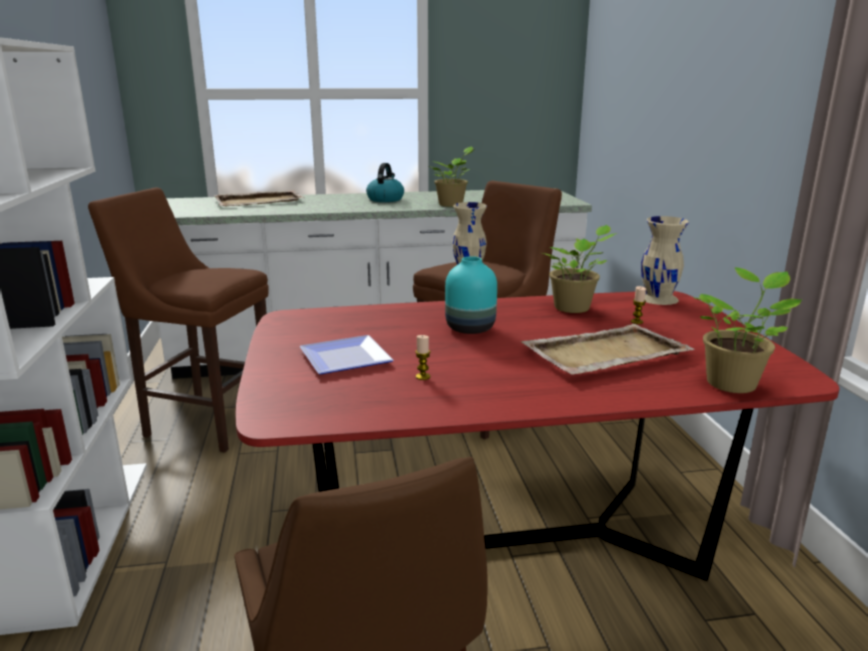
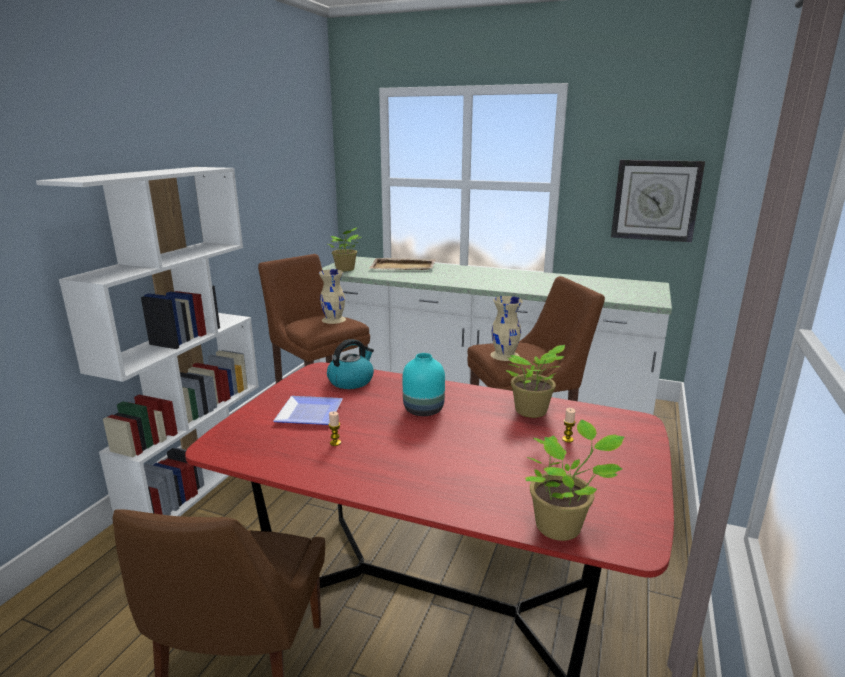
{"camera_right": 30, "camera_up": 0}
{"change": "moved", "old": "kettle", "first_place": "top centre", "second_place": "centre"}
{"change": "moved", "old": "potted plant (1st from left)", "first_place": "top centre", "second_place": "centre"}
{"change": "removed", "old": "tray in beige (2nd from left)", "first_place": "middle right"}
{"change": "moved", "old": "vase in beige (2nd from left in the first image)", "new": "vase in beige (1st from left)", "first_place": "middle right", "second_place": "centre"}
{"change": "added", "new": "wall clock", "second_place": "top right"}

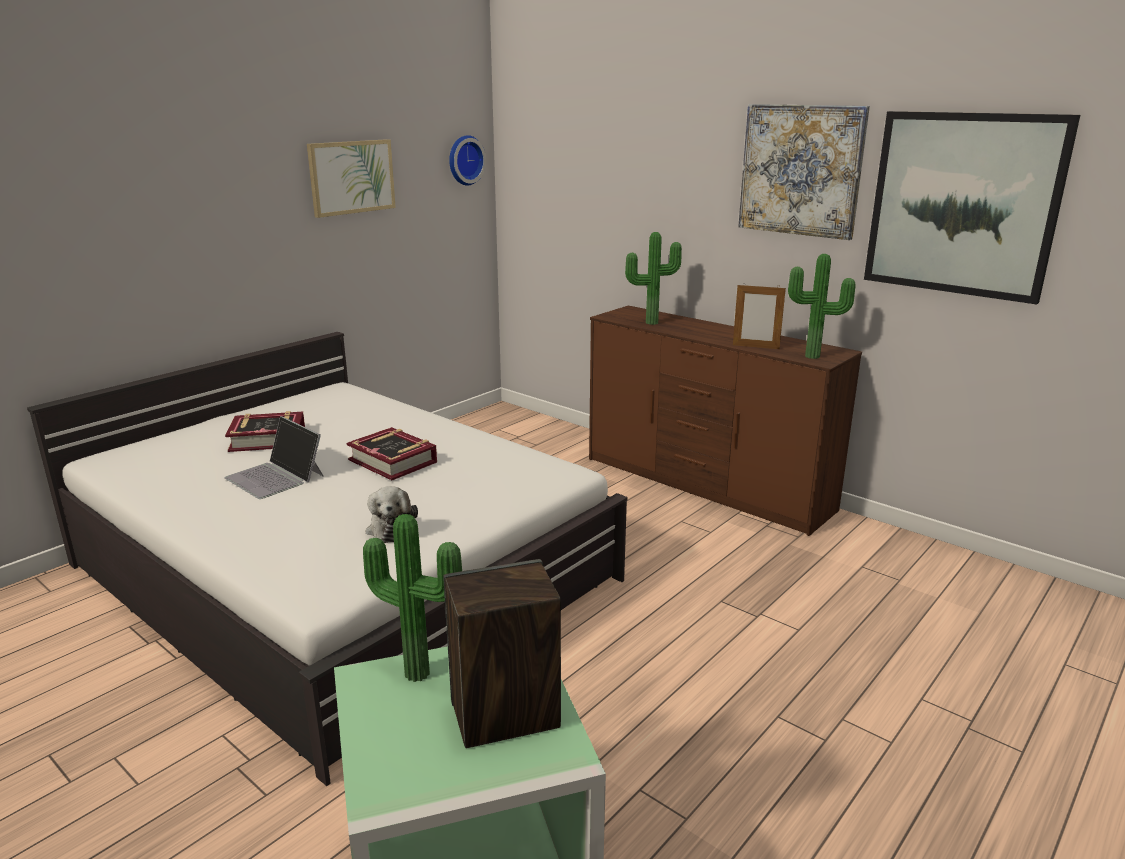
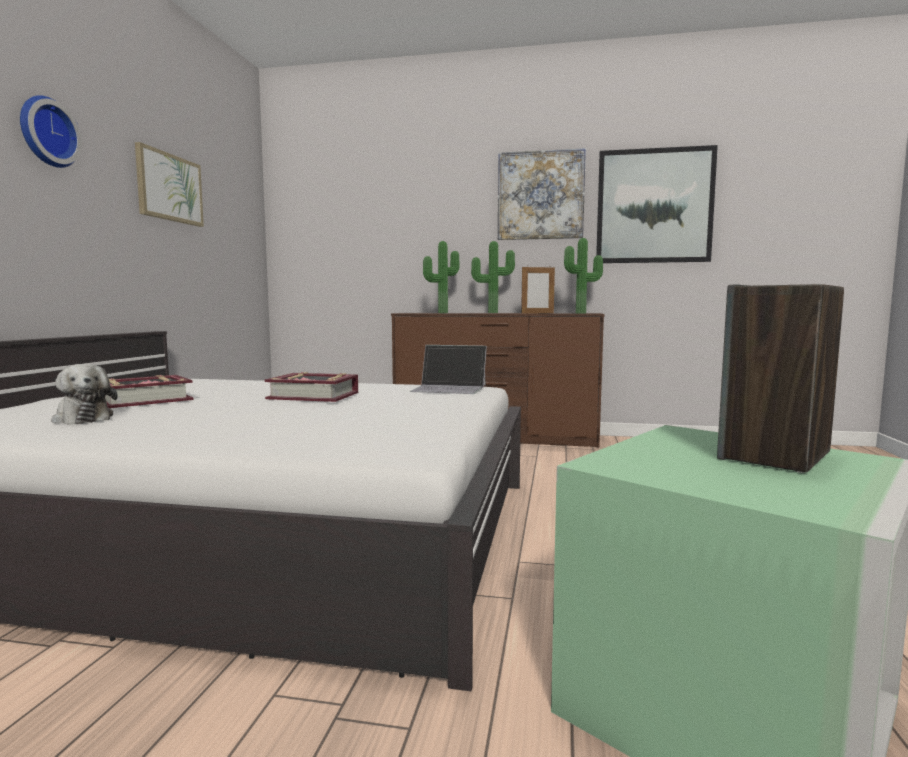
{"camera_right": -30, "camera_up": -15}
{"change": "moved", "old": "laptop", "first_place": "middle left", "second_place": "centre"}
{"change": "moved", "old": "potted plant (1st from left in the first image)", "new": "potted plant (2nd from left)", "first_place": "bottom centre", "second_place": "centre"}
{"change": "moved", "old": "plush toy", "first_place": "centre", "second_place": "middle left"}
{"change": "moved", "old": "wall clock", "first_place": "top centre", "second_place": "top left"}

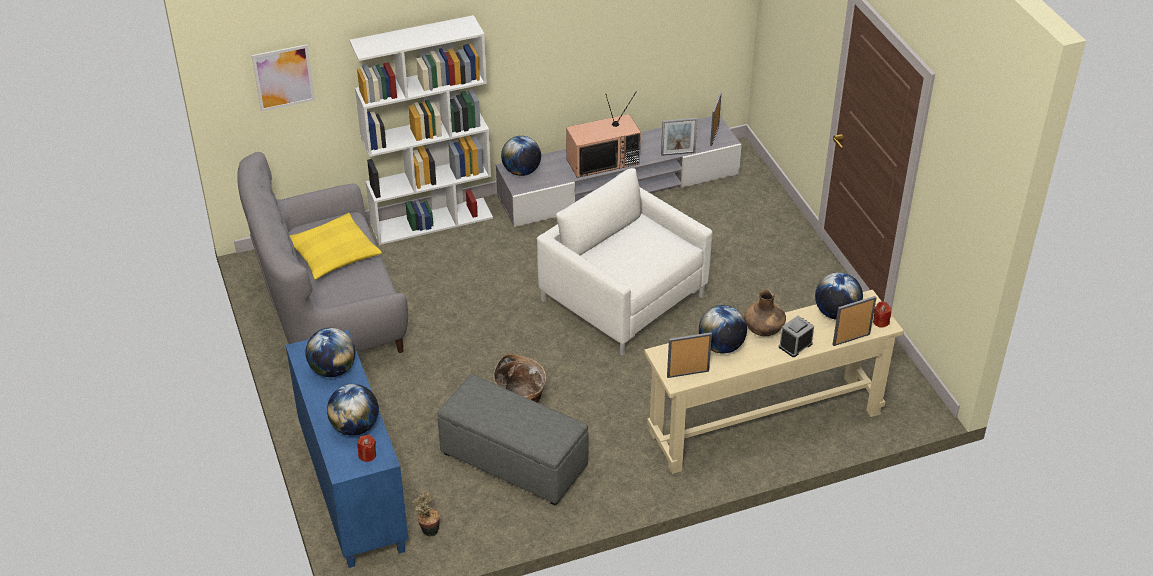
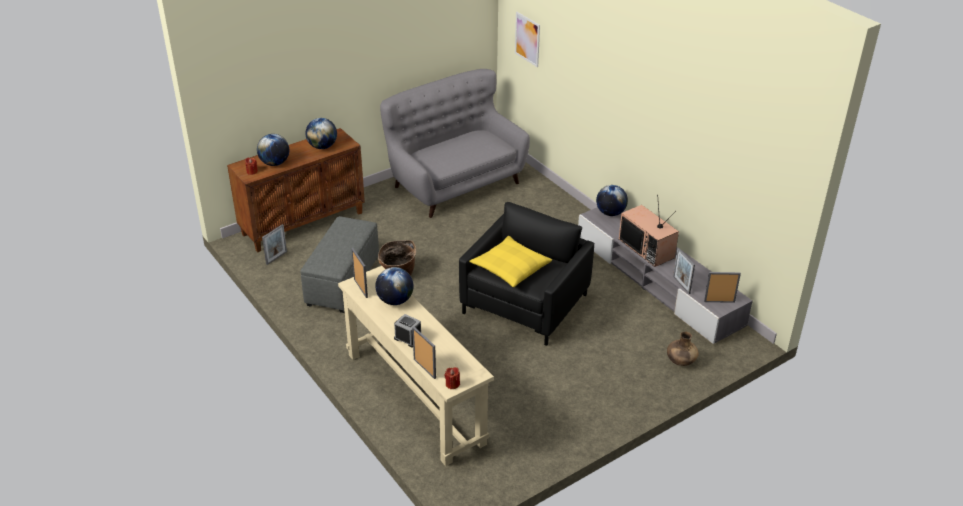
{"camera_right": 75, "camera_up": -5}
{"change": "recoloured", "old": "cabinet in blue", "new": "cabinet in brown", "first_place": "bottom left", "second_place": "middle left"}
{"change": "moved", "old": "pillow in yellow", "first_place": "middle left", "second_place": "centre"}
{"change": "removed", "old": "bookcase in white", "first_place": "top centre"}
{"change": "replaced", "old": "potted plant", "new": "picture frame (1st from left)", "first_place": "bottom centre", "second_place": "middle left"}
{"change": "recoloured", "old": "armchair in white", "new": "armchair in black", "first_place": "centre", "second_place": "centre"}
{"change": "moved", "old": "vase in brown", "first_place": "centre", "second_place": "bottom right"}
{"change": "removed", "old": "globe (5th from left)", "first_place": "middle right"}

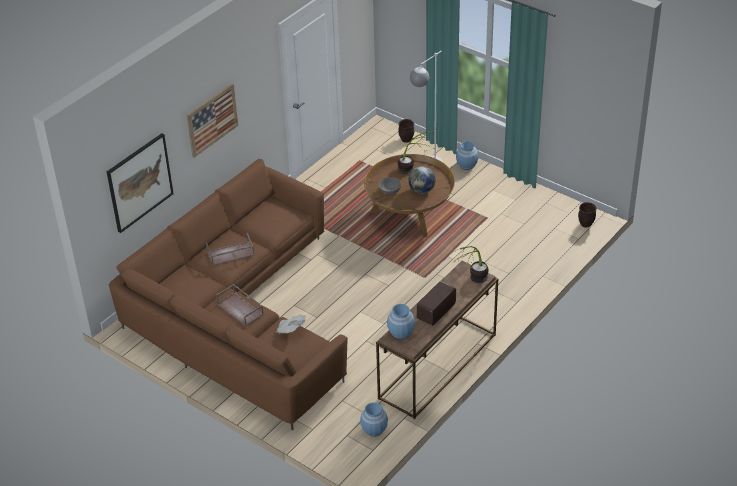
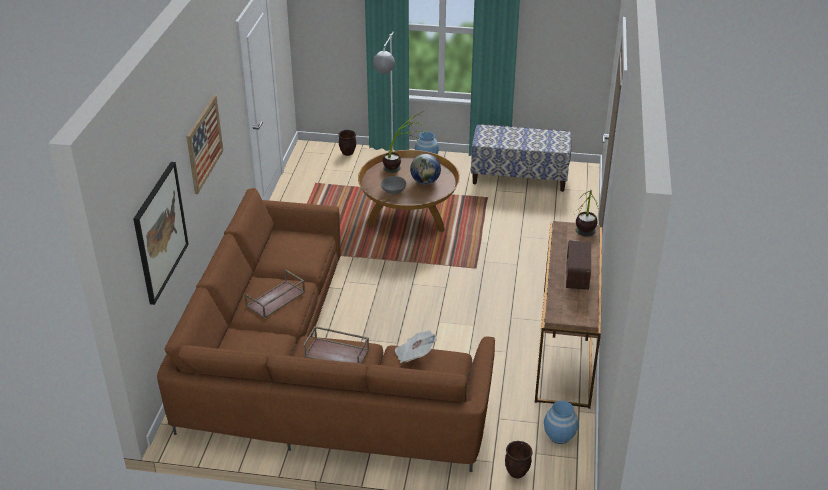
{"camera_right": -30, "camera_up": -5}
{"change": "removed", "old": "vase in blue (2nd from left)", "first_place": "centre"}
{"change": "moved", "old": "planter in brown (2nd from left)", "first_place": "middle right", "second_place": "bottom centre"}
{"change": "added", "new": "bench", "second_place": "top centre"}

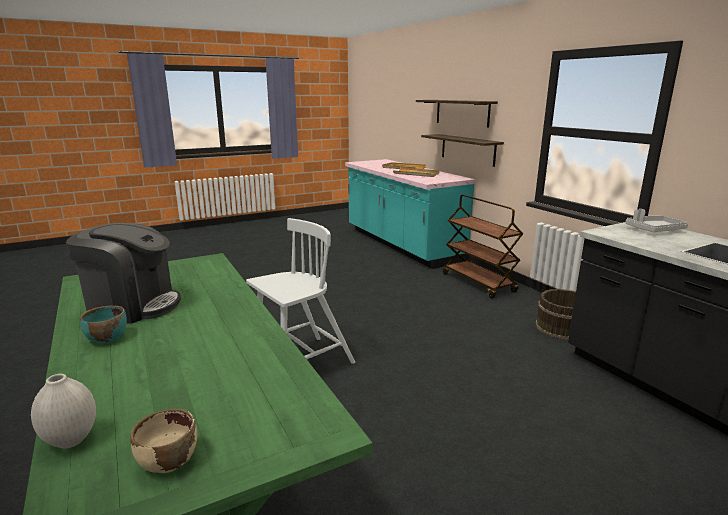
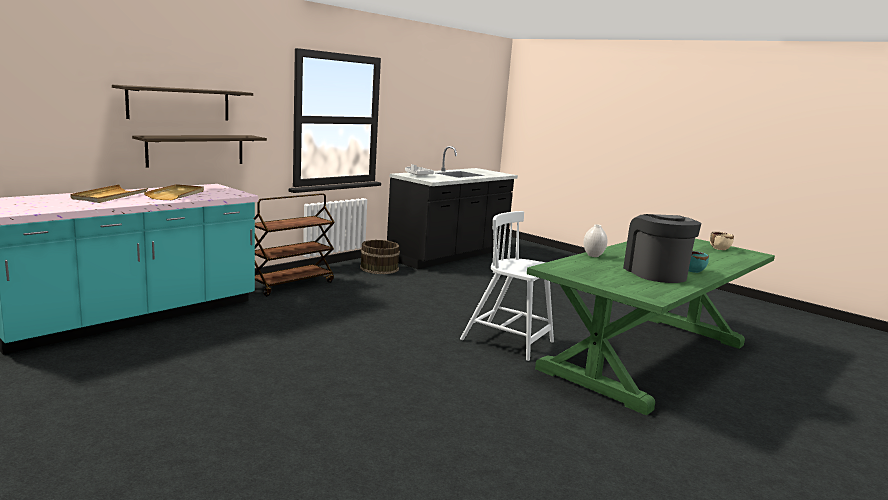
{"camera_right": -110, "camera_up": -5}
{"change": "moved", "old": "vase in white", "first_place": "bottom left", "second_place": "middle right"}

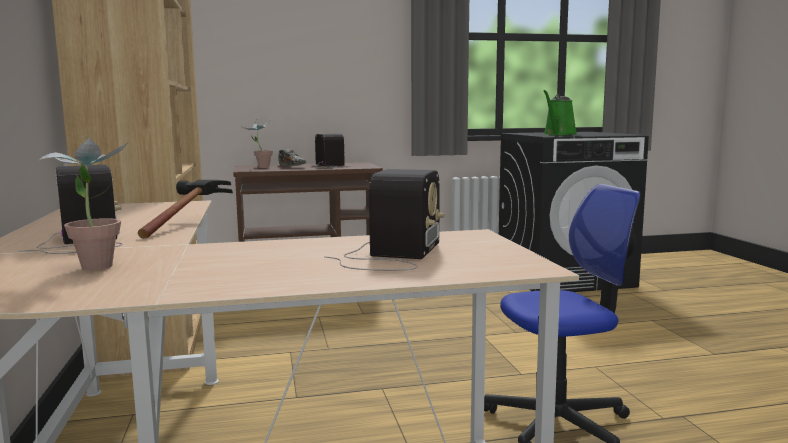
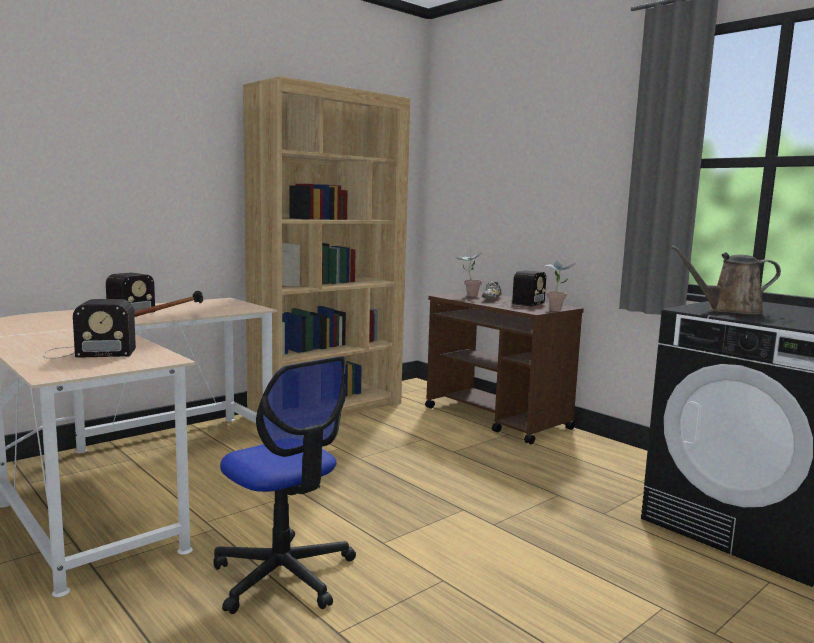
{"camera_right": 60, "camera_up": 0}
{"change": "moved", "old": "potted plant (1st from left in the first image)", "new": "potted plant (2nd from left)", "first_place": "middle left", "second_place": "middle right"}
{"change": "recoloured", "old": "watering can in green", "new": "watering can in brown", "first_place": "top right", "second_place": "middle right"}

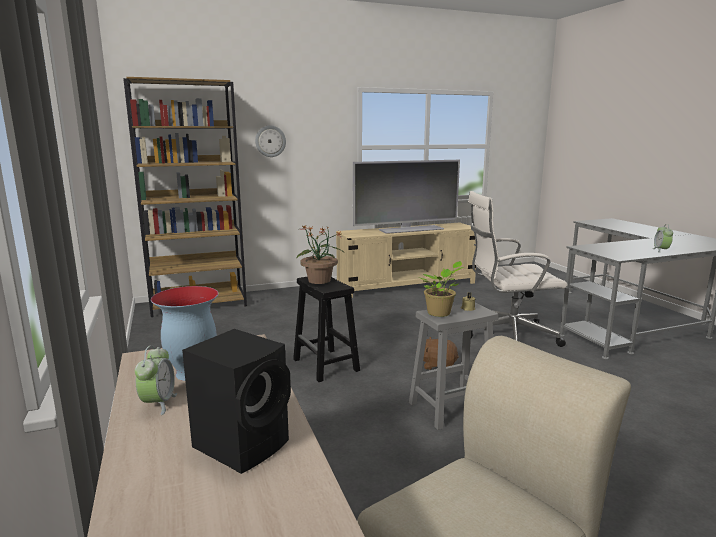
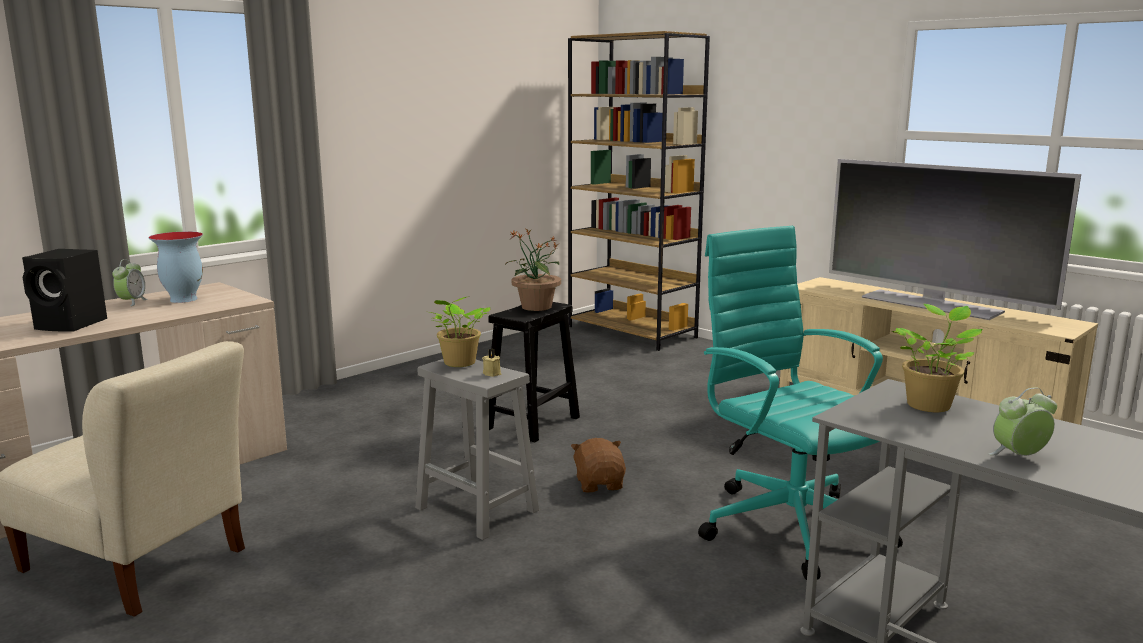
{"camera_right": 65, "camera_up": 0}
{"change": "turned", "old": "alarm clock (1st from left)", "first_place": "bottom left", "second_place": "middle left", "degrees": -60}
{"change": "removed", "old": "wall clock", "first_place": "top centre"}
{"change": "recoloured", "old": "office chair in white", "new": "office chair in turquoise", "first_place": "middle right", "second_place": "middle right"}
{"change": "added", "new": "potted plant (3rd from left)", "second_place": "middle right"}

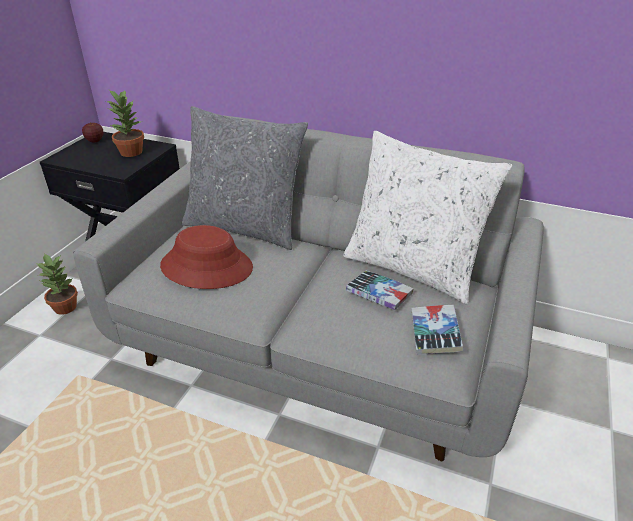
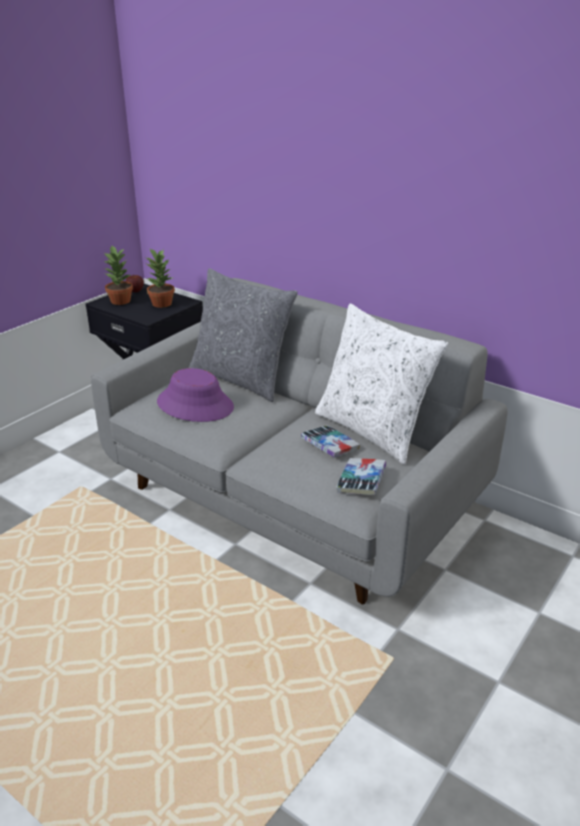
{"camera_right": 15, "camera_up": -5}
{"change": "moved", "old": "potted plant (1st from left)", "first_place": "middle left", "second_place": "top left"}
{"change": "recoloured", "old": "hat in red", "new": "hat in purple", "first_place": "middle left", "second_place": "centre"}

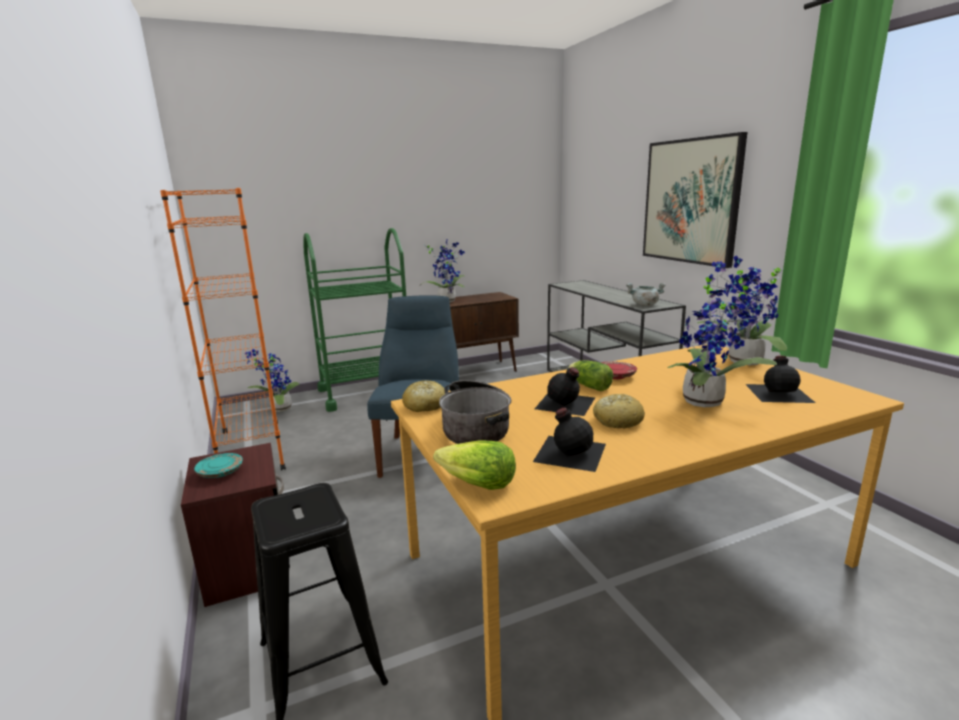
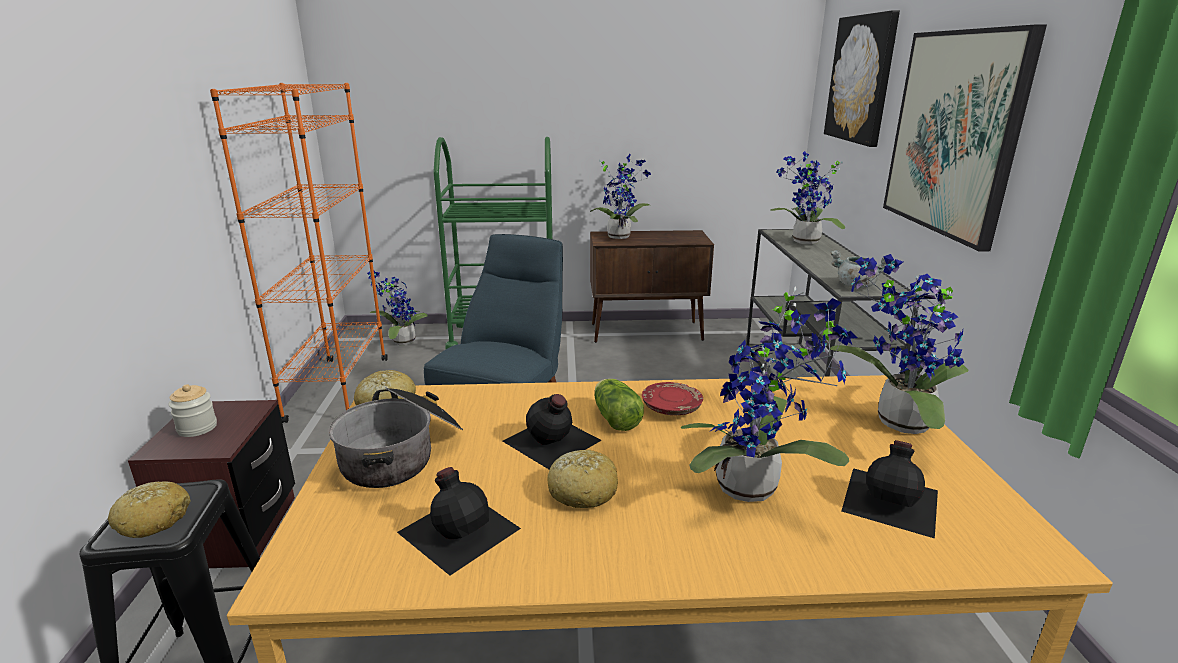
{"camera_right": 20, "camera_up": 5}
{"change": "replaced", "old": "plate in turquoise", "new": "jar", "first_place": "middle left", "second_place": "middle left"}
{"change": "removed", "old": "lettuce (1st from left)", "first_place": "centre"}
{"change": "added", "new": "bread (1st from left)", "second_place": "bottom left"}
{"change": "added", "new": "potted plant (4th from left)", "second_place": "top right"}
{"change": "added", "new": "picture (1st from left)", "second_place": "top right"}

